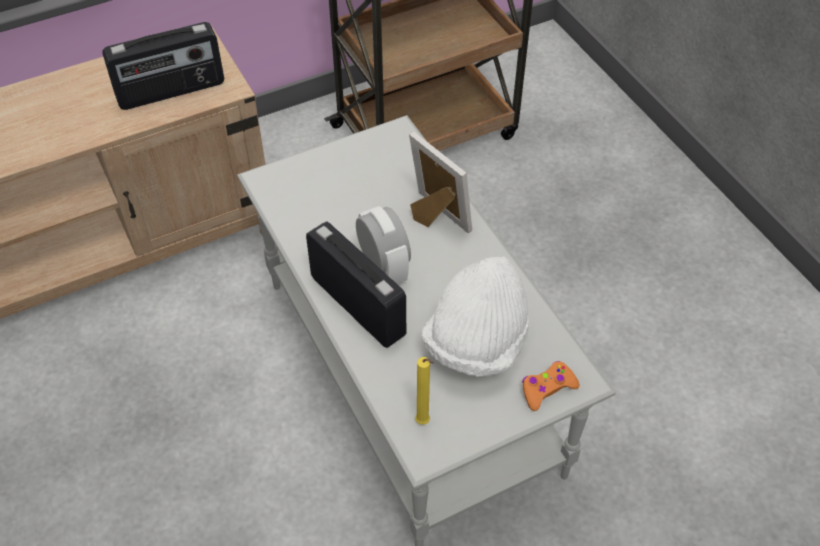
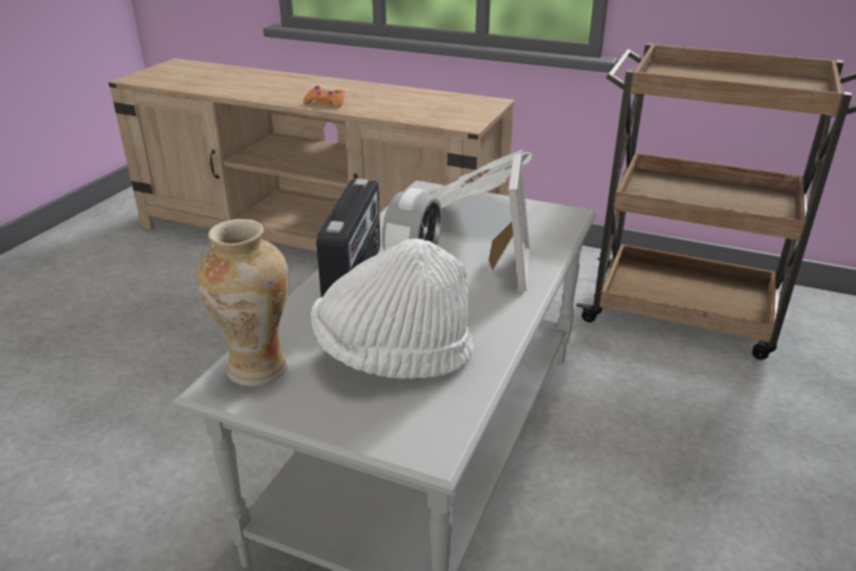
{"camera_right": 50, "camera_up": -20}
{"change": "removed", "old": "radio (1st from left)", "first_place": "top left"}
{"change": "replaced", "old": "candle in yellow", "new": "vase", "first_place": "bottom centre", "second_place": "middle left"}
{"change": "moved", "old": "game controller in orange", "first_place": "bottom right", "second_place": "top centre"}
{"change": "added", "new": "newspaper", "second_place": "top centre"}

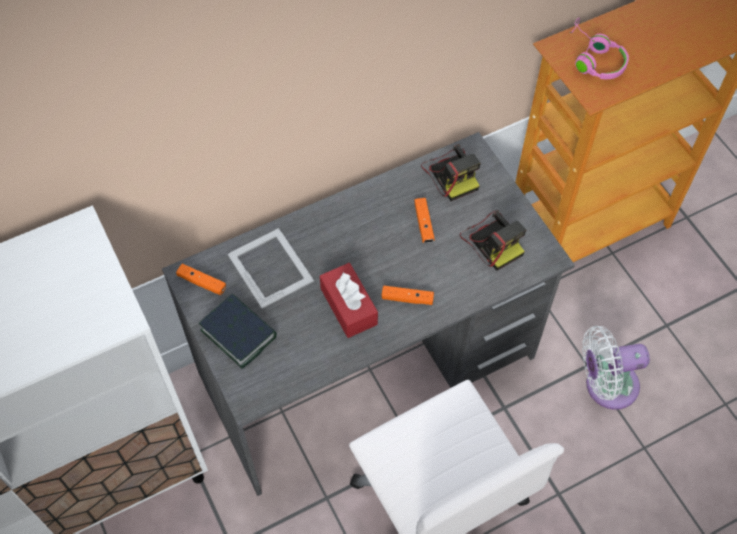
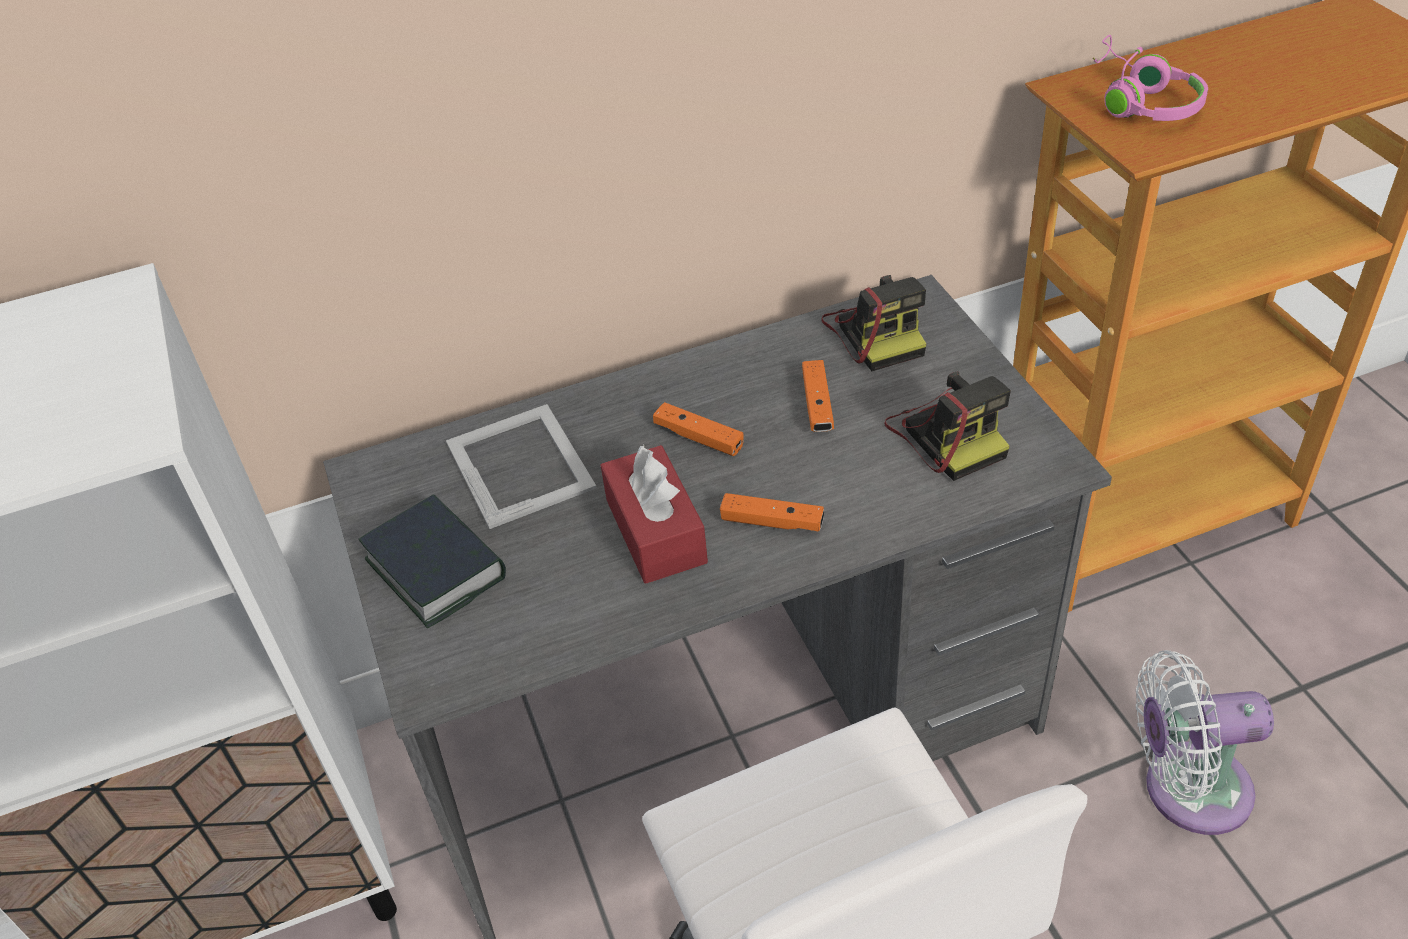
{"camera_right": 10, "camera_up": -15}
{"change": "moved", "old": "game controller in orange (1st from left)", "first_place": "middle left", "second_place": "centre"}

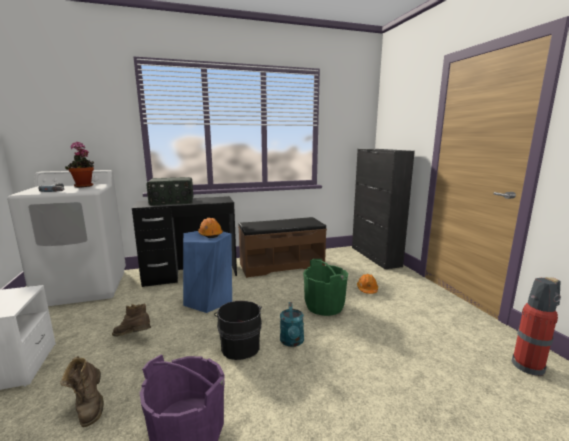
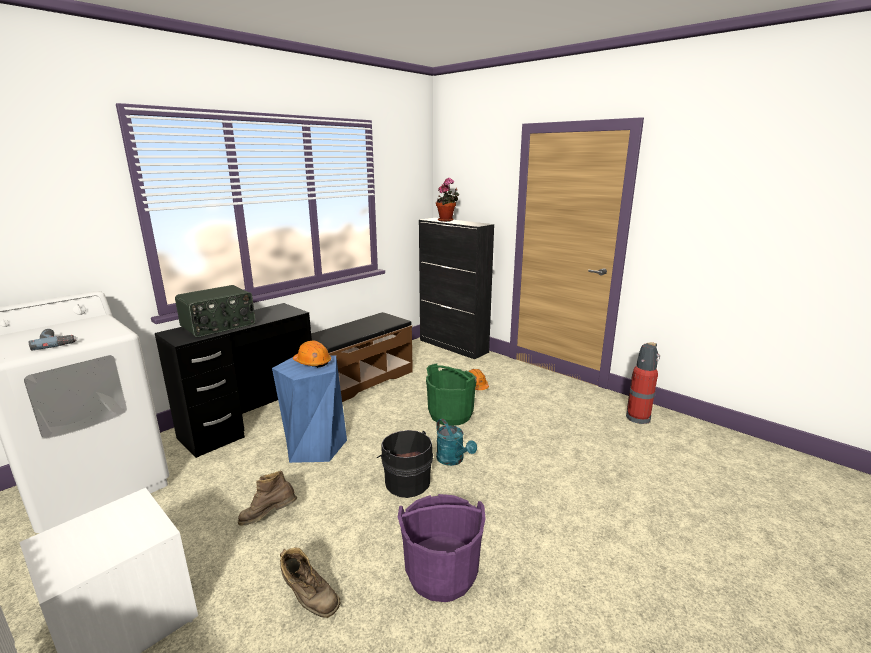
{"camera_right": -30, "camera_up": 5}
{"change": "moved", "old": "potted plant", "first_place": "middle left", "second_place": "top centre"}

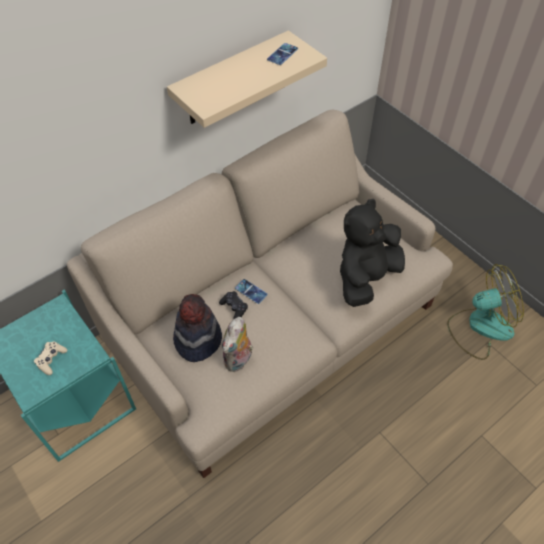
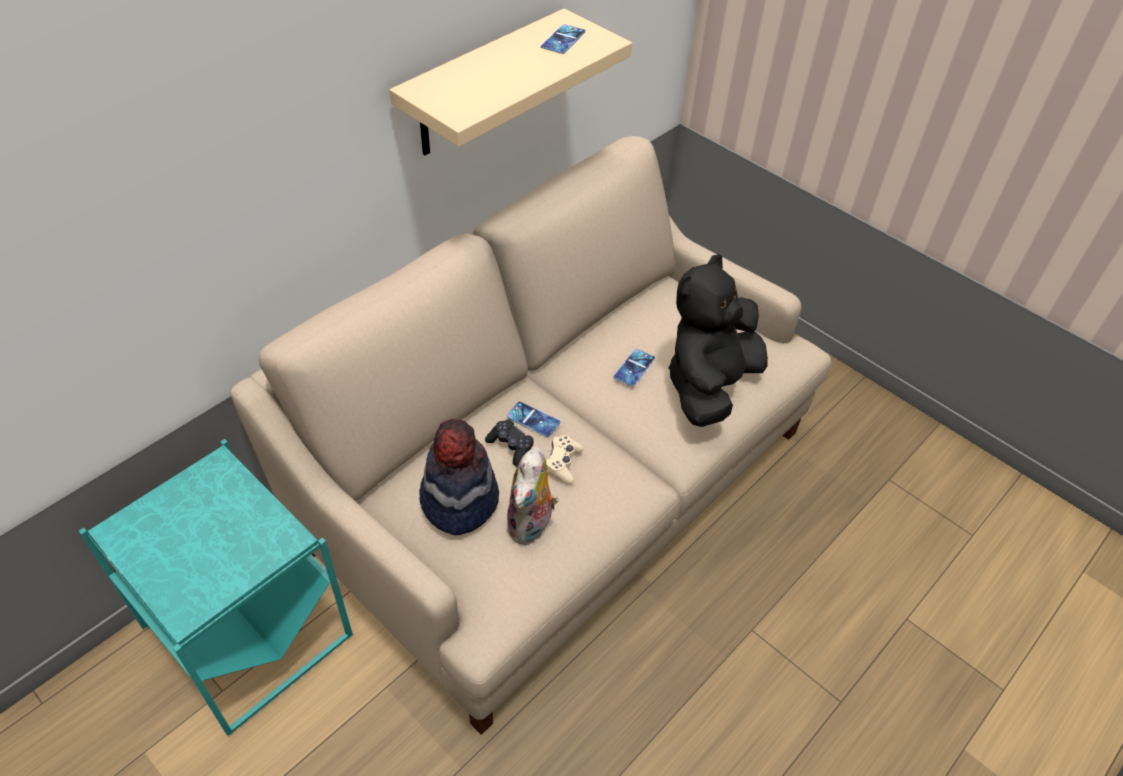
{"camera_right": -10, "camera_up": -5}
{"change": "moved", "old": "game controller in beige", "first_place": "middle left", "second_place": "centre"}
{"change": "removed", "old": "fan", "first_place": "middle right"}
{"change": "added", "new": "phone (3rd from left)", "second_place": "centre"}

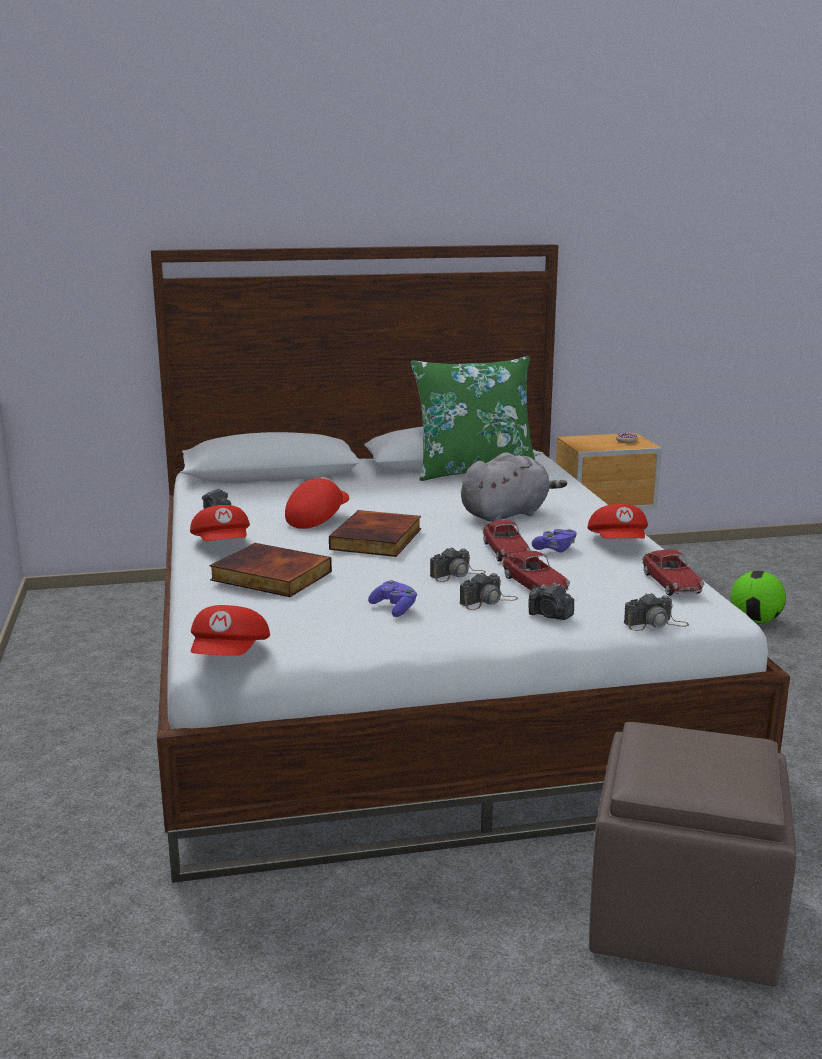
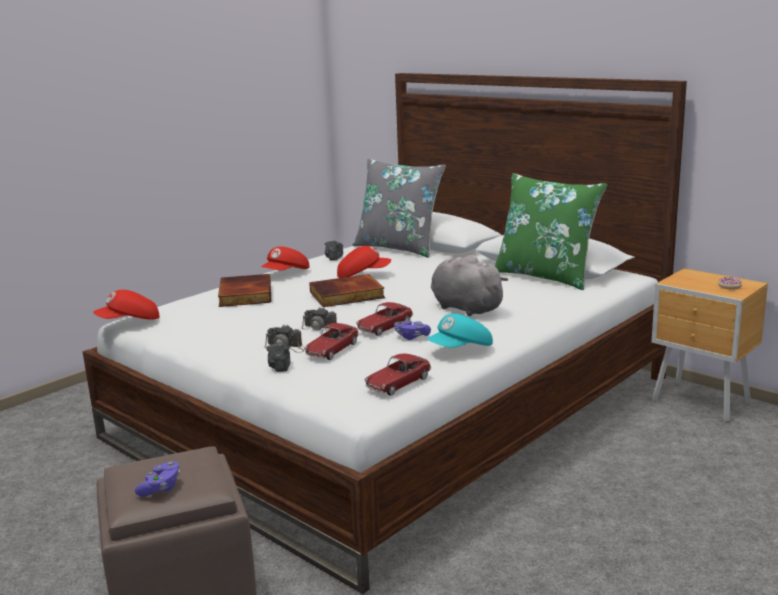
{"camera_right": 55, "camera_up": 0}
{"change": "moved", "old": "game controller in purple (1st from left)", "first_place": "centre", "second_place": "bottom left"}
{"change": "turned", "old": "plush toy in grey", "first_place": "centre", "second_place": "centre", "degrees": -150}
{"change": "recoloured", "old": "cap in red (4th from left)", "new": "cap in turquoise", "first_place": "middle right", "second_place": "centre"}
{"change": "removed", "old": "photo camera (5th from left)", "first_place": "middle right"}
{"change": "removed", "old": "football", "first_place": "middle right"}
{"change": "added", "new": "pillow in grey", "second_place": "centre"}

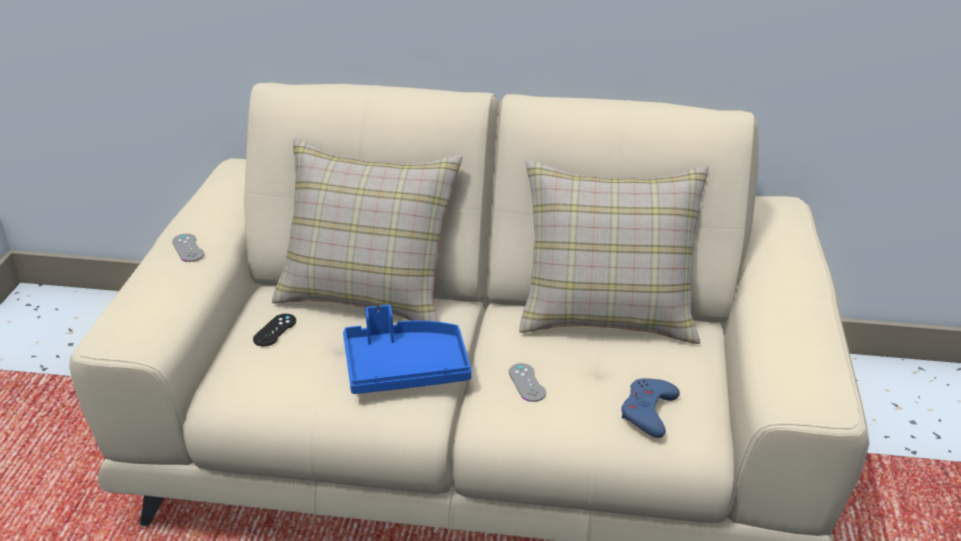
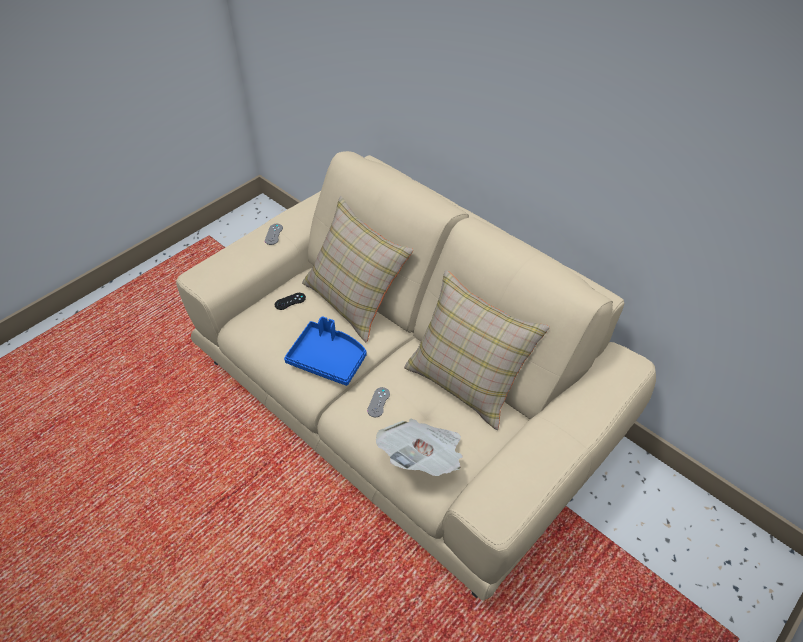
{"camera_right": 35, "camera_up": 15}
{"change": "replaced", "old": "game controller in blue", "new": "newspaper", "first_place": "bottom right", "second_place": "bottom centre"}

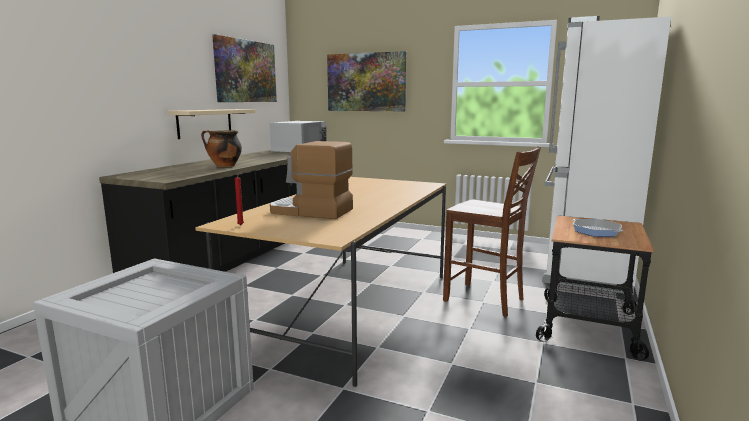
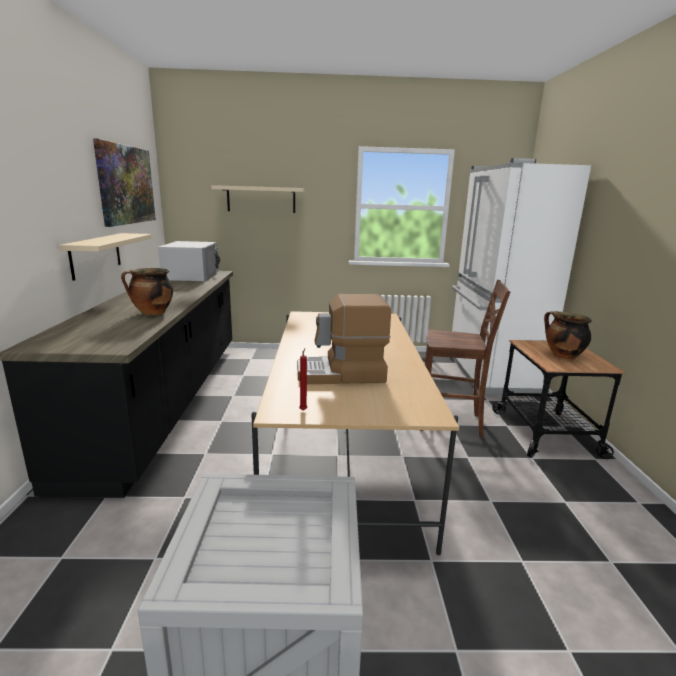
{"camera_right": -25, "camera_up": 5}
{"change": "replaced", "old": "picture (2nd from left)", "new": "shelf in beige (2nd from left)", "first_place": "top centre", "second_place": "top centre"}
{"change": "replaced", "old": "frying pan", "new": "cooking pot (2nd from left)", "first_place": "middle right", "second_place": "middle right"}

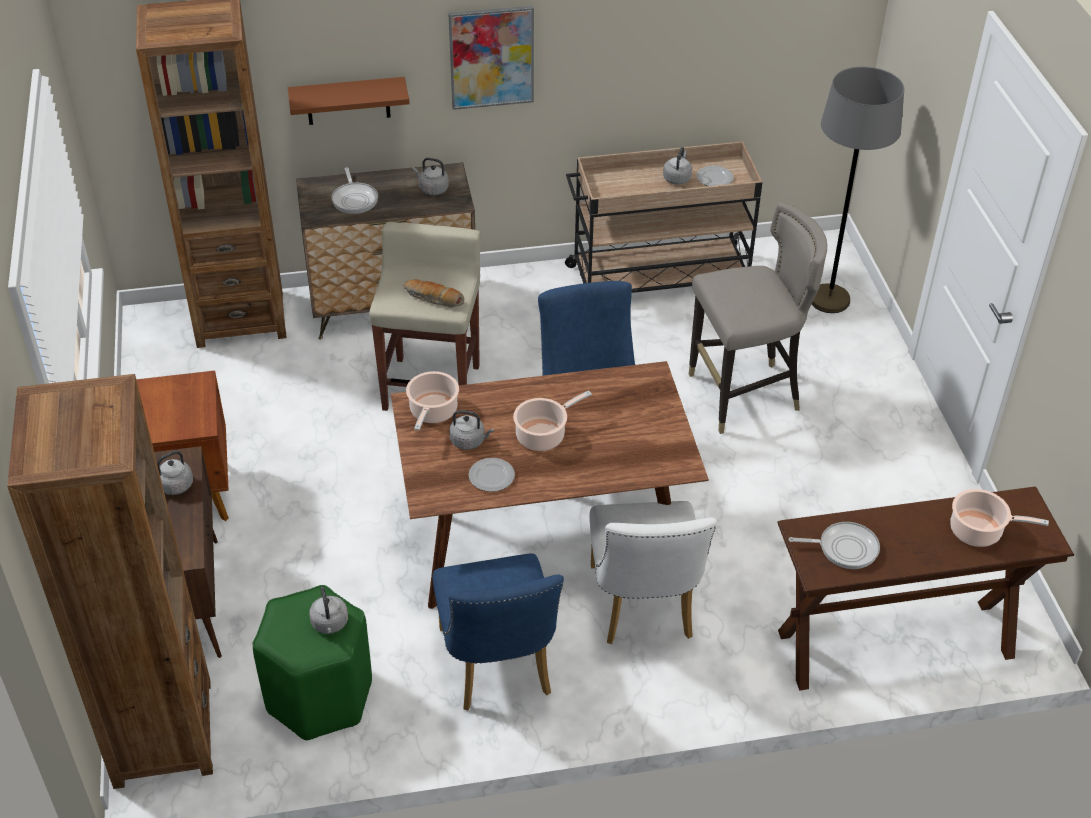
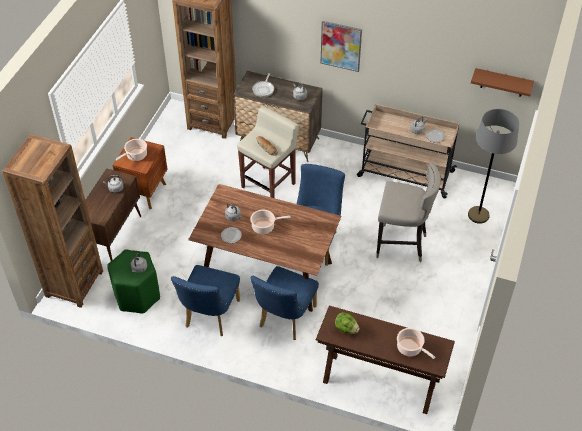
{"camera_right": 30, "camera_up": 5}
{"change": "moved", "old": "shelf in brown", "first_place": "top left", "second_place": "top right"}
{"change": "moved", "old": "cooking pot (1st from left)", "first_place": "centre", "second_place": "middle left"}
{"change": "recoloured", "old": "chair in white", "new": "chair in blue (2nd from left)", "first_place": "bottom centre", "second_place": "bottom centre"}
{"change": "replaced", "old": "frying pan (2nd from left)", "new": "lettuce", "first_place": "middle right", "second_place": "bottom centre"}

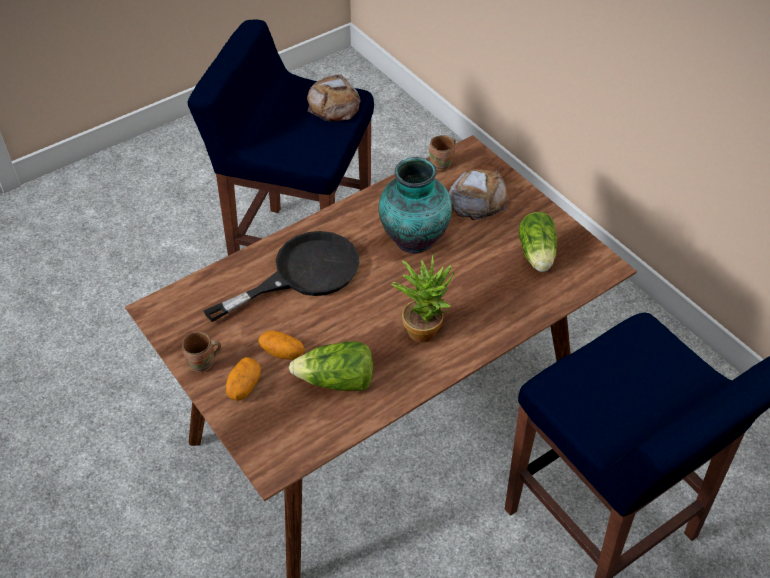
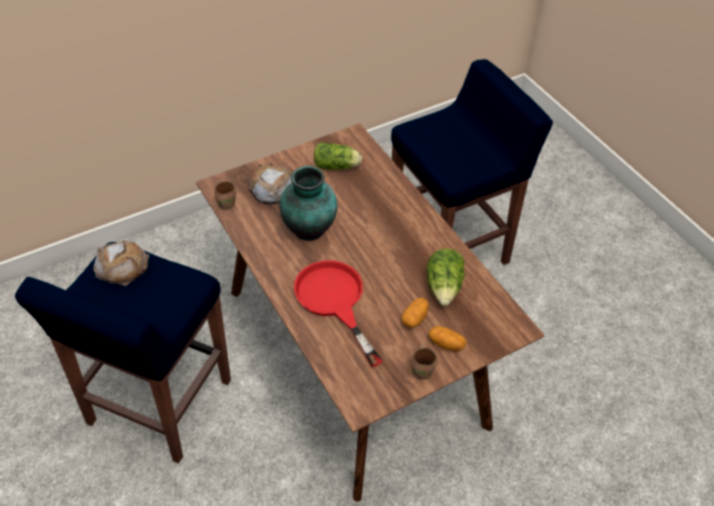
{"camera_right": -85, "camera_up": 0}
{"change": "recoloured", "old": "frying pan in black", "new": "frying pan in red", "first_place": "centre", "second_place": "centre"}
{"change": "removed", "old": "potted plant", "first_place": "centre"}

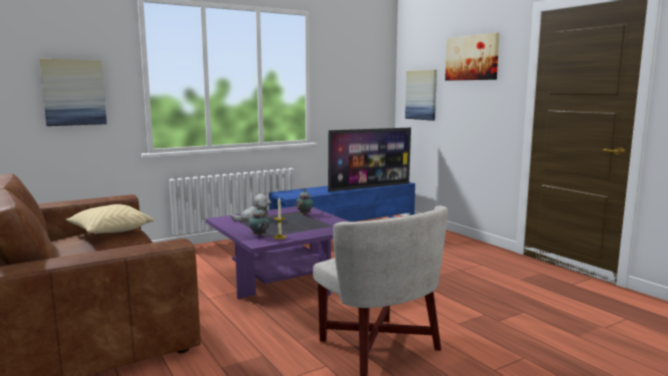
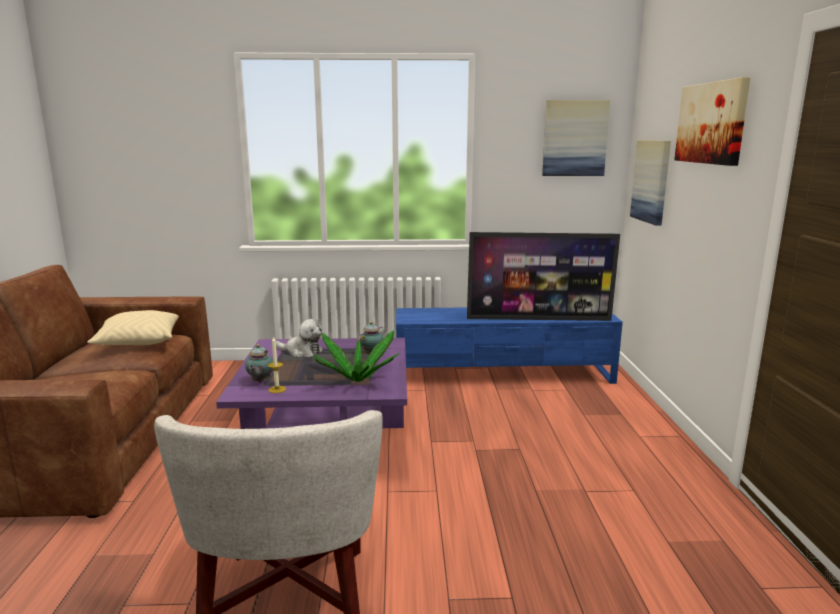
{"camera_right": 30, "camera_up": 5}
{"change": "moved", "old": "picture (1st from left)", "first_place": "top left", "second_place": "top right"}
{"change": "added", "new": "potted plant", "second_place": "centre"}

